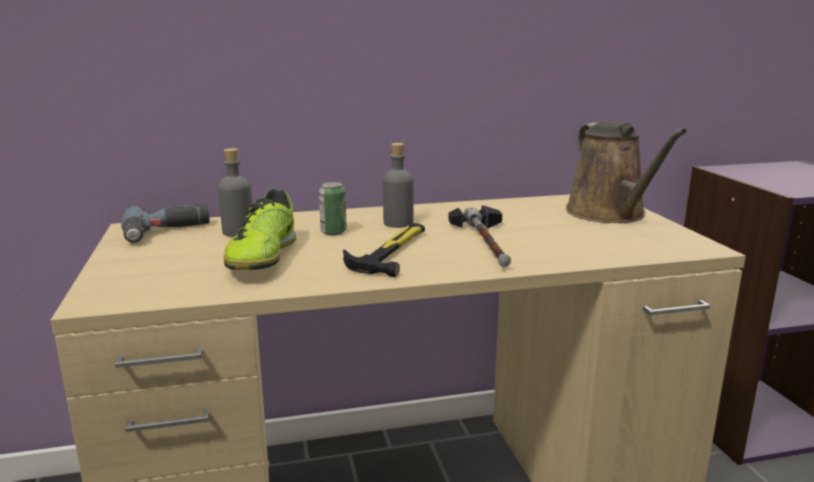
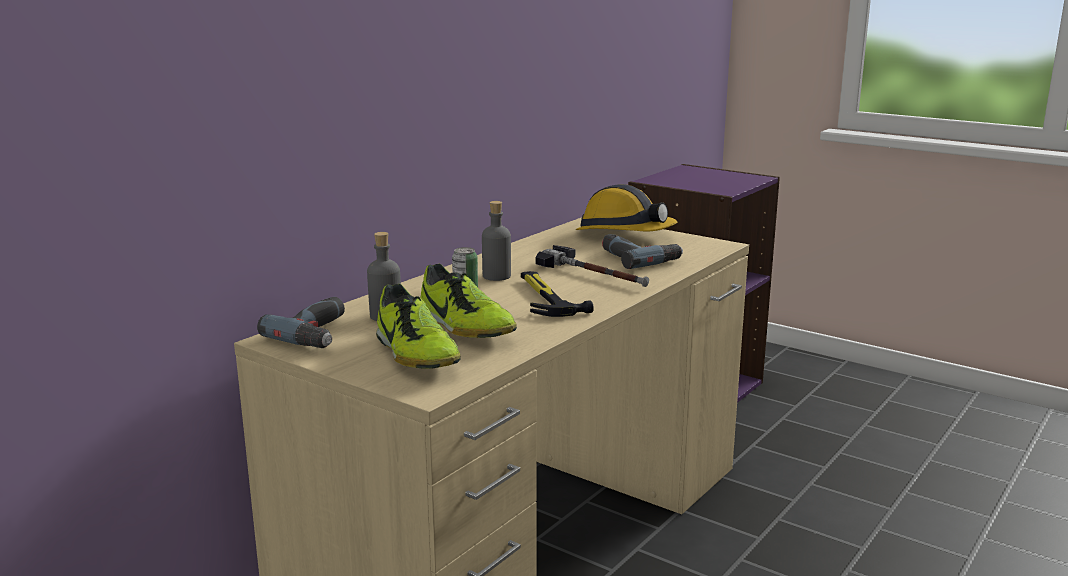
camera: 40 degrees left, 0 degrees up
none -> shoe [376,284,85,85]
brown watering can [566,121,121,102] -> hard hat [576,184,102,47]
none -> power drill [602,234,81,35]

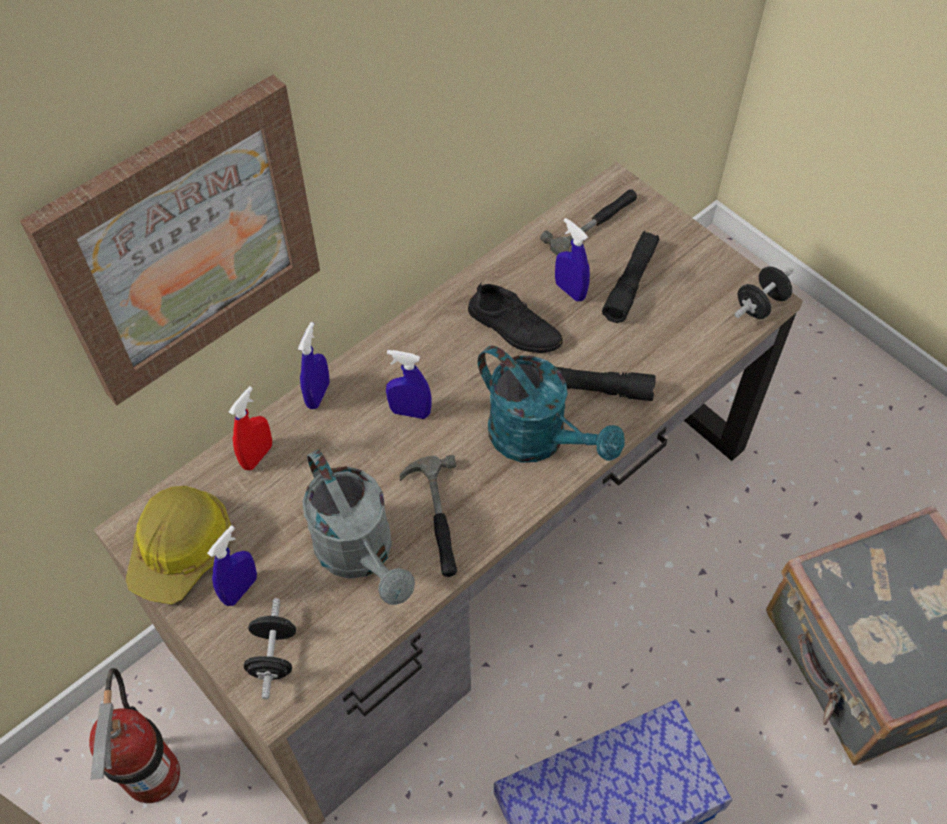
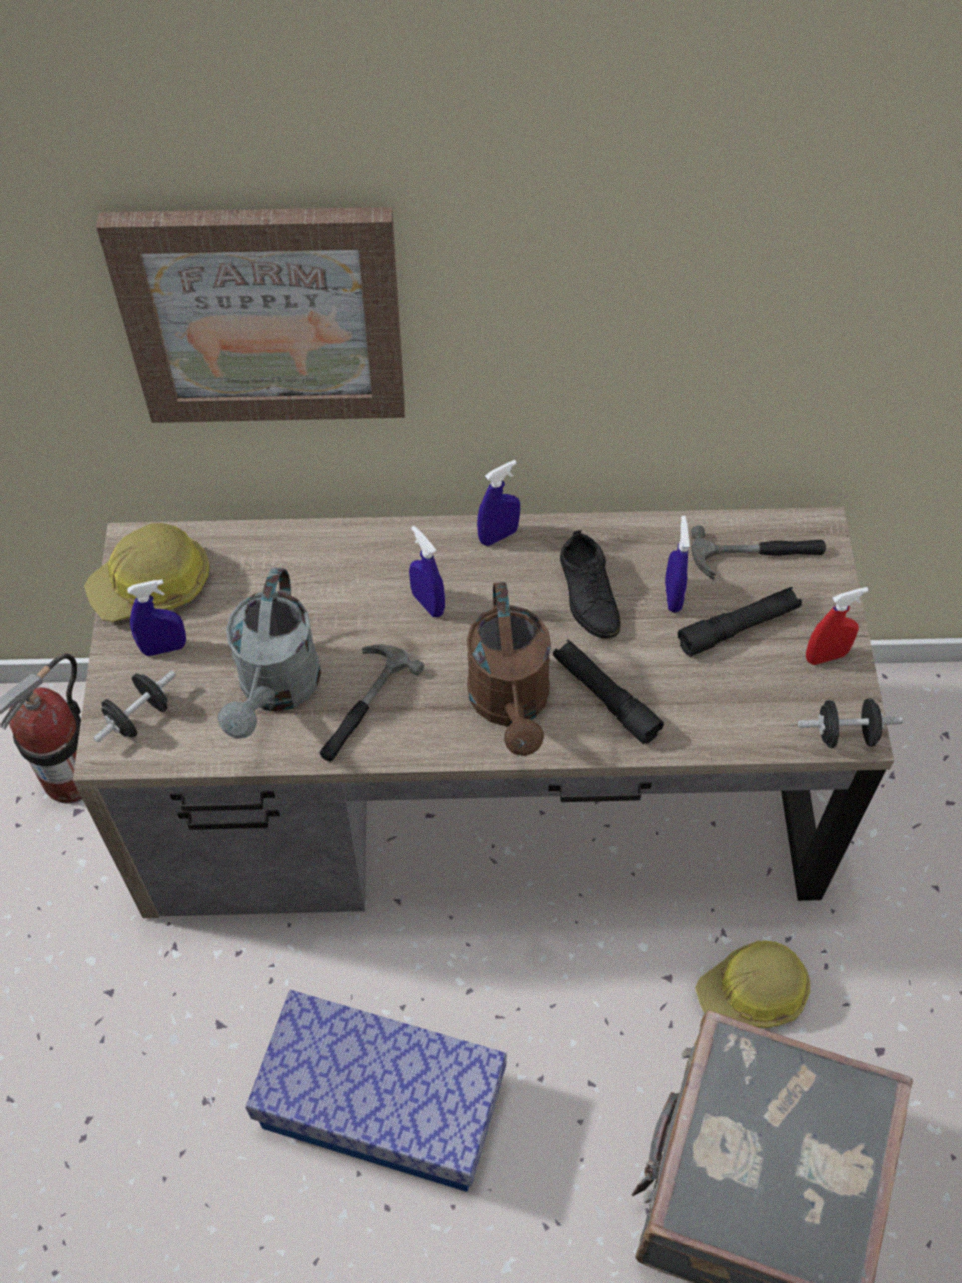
camera: 40 degrees right, 0 degrees up
turquoise watering can [478,345,146,118] -> brown watering can [467,582,84,174]
blue spray bottle [298,322,31,87] -> blue spray bottle [477,460,43,86], moved
none -> hard hat [695,941,115,87]
red spray bottle [229,386,43,84] -> red spray bottle [806,587,63,78], moved

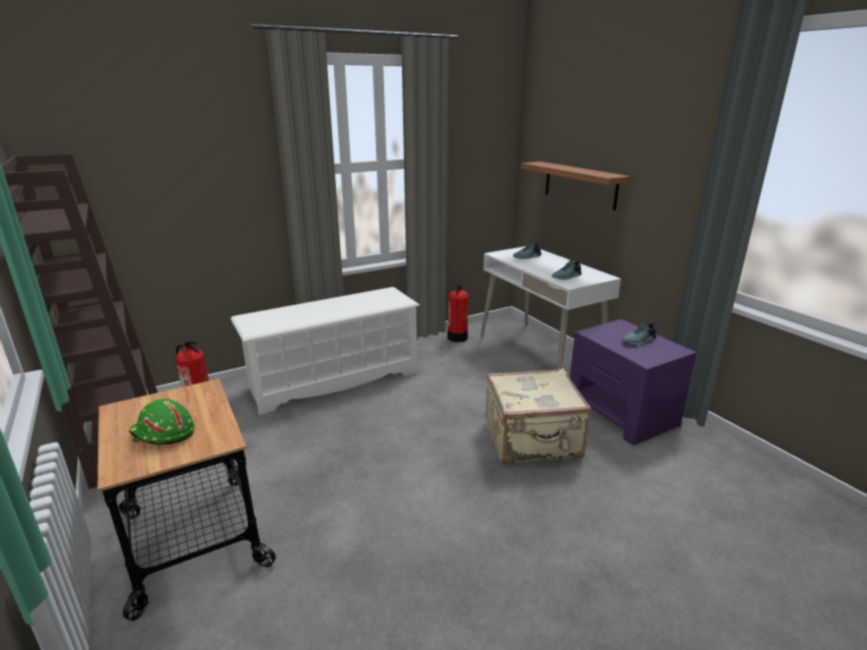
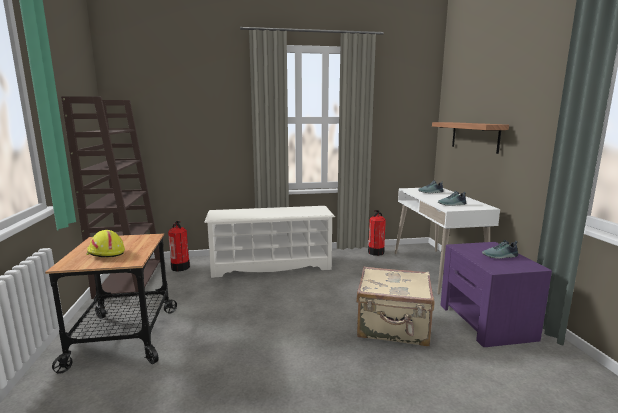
camera: 20 degrees right, 10 degrees down
green hard hat [129,399,66,46] -> yellow hard hat [86,230,39,27]

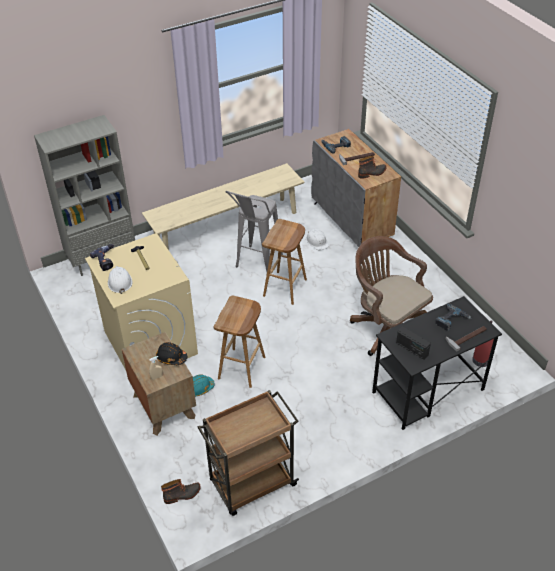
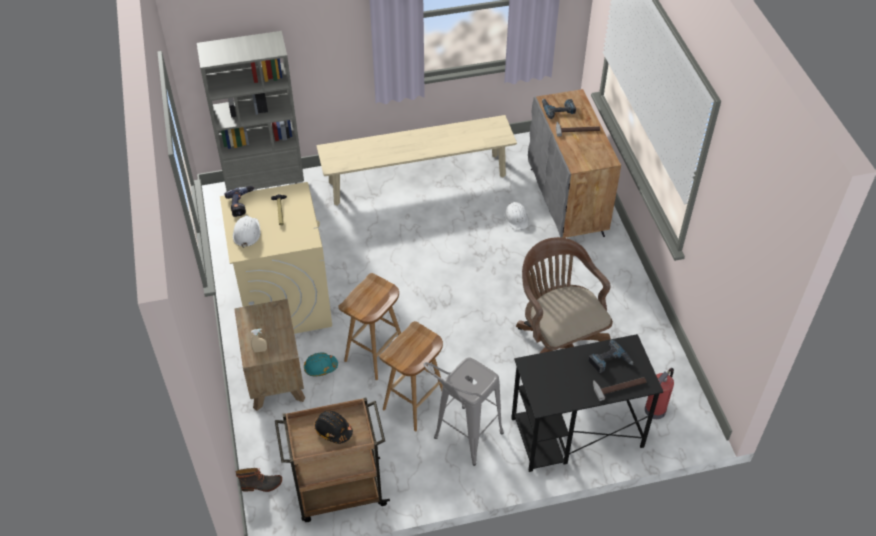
camera: 15 degrees right, 5 degrees up
black hard hat [156,342,31,23] -> black hard hat [314,411,39,33], moved
brown stool [262,219,45,86] -> brown stool [379,321,64,110], moved
grey stool [226,191,57,81] -> grey stool [423,357,81,109], moved
boot [358,156,29,23] -> none
radio [396,326,35,34] -> none

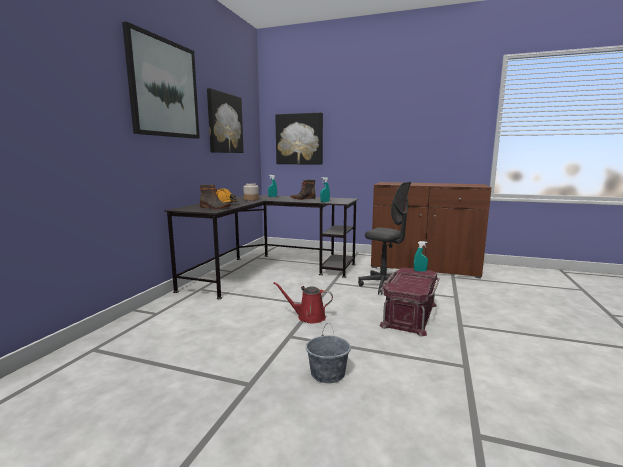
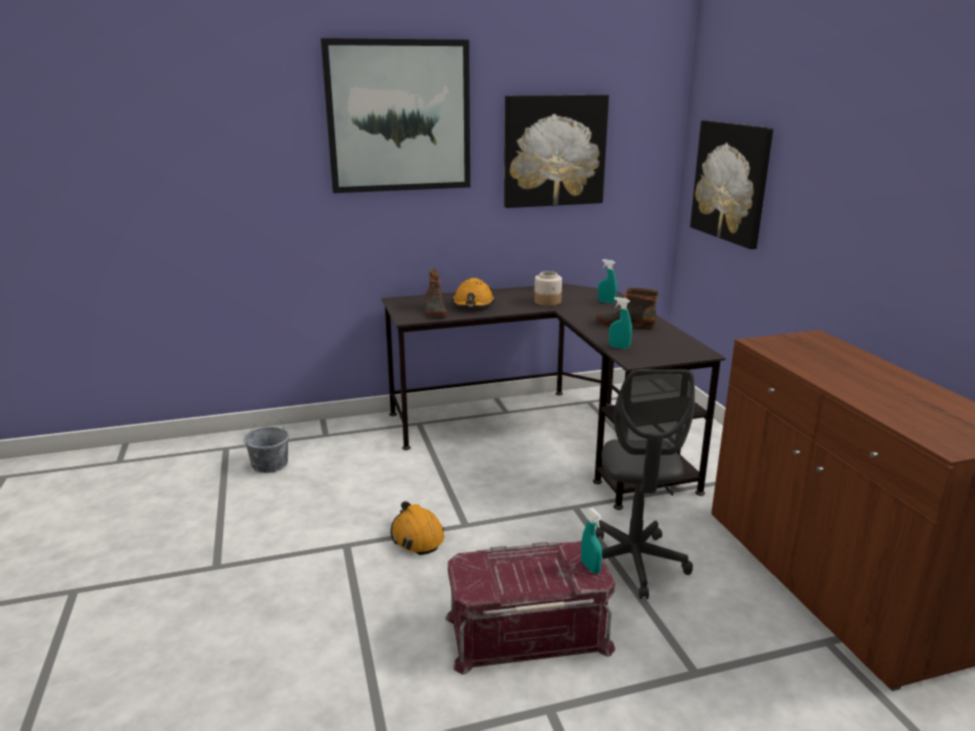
camera: 55 degrees right, 10 degrees up
grey bucket [306,323,45,60] -> grey bucket [243,415,47,58], moved
red watering can [273,282,60,41] -> orange hard hat [391,501,53,54]

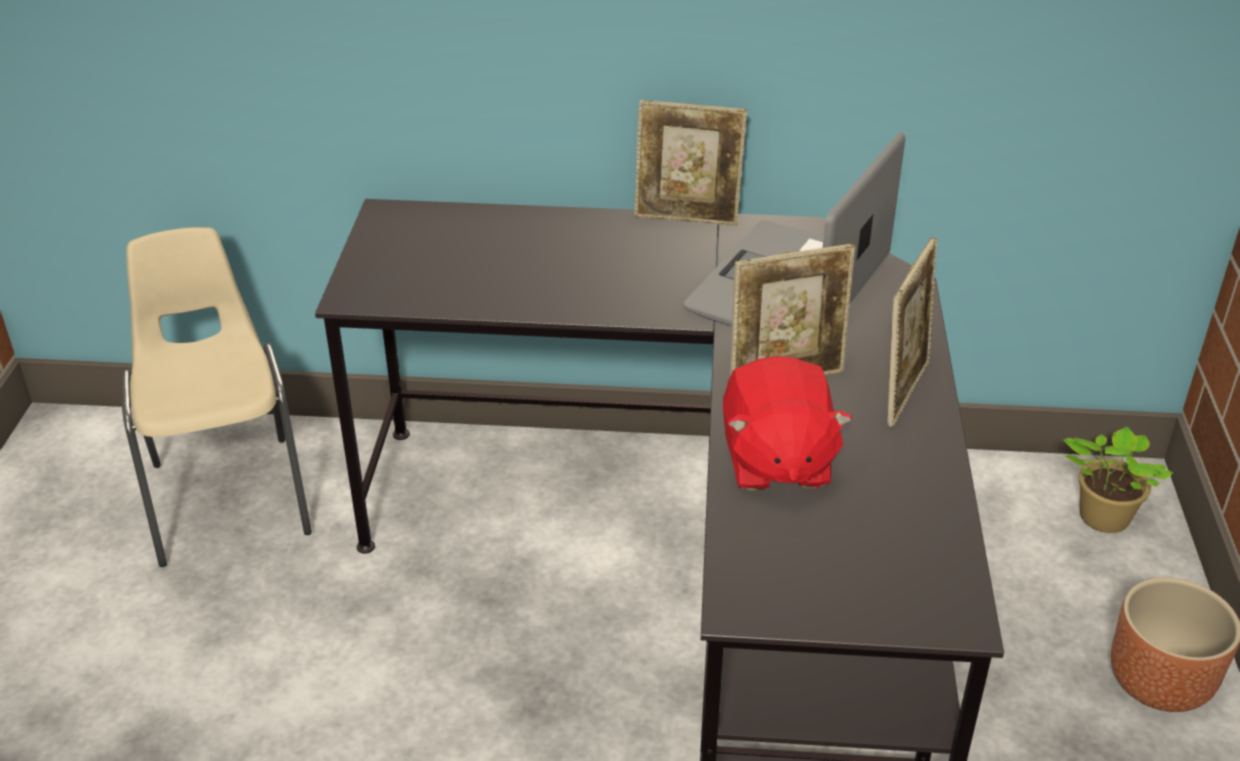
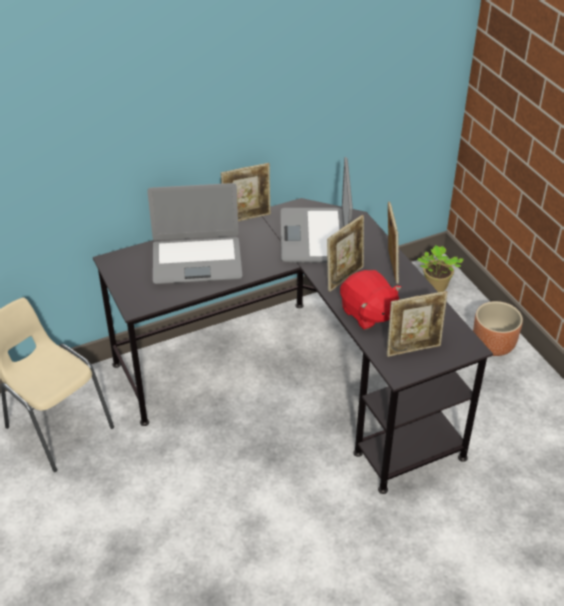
camera: 30 degrees left, 5 degrees up
none -> laptop [147,183,95,101]
none -> picture frame [387,291,61,66]

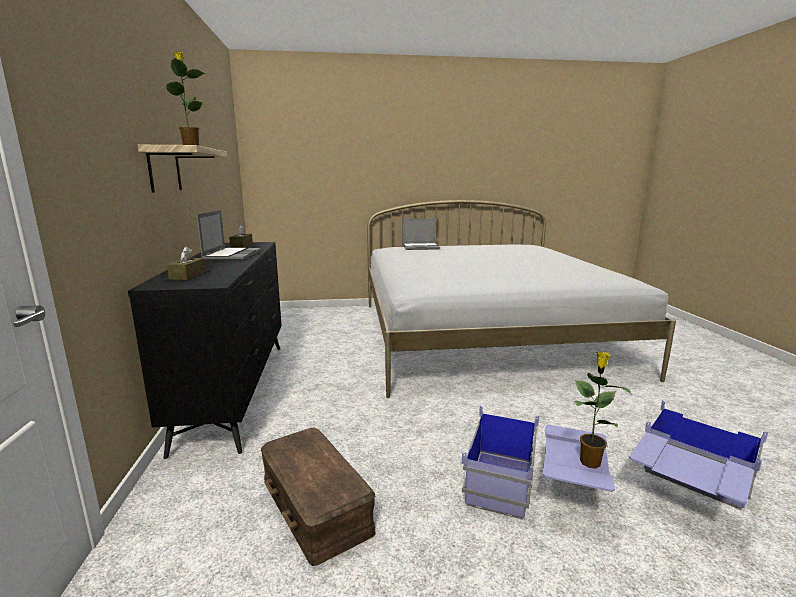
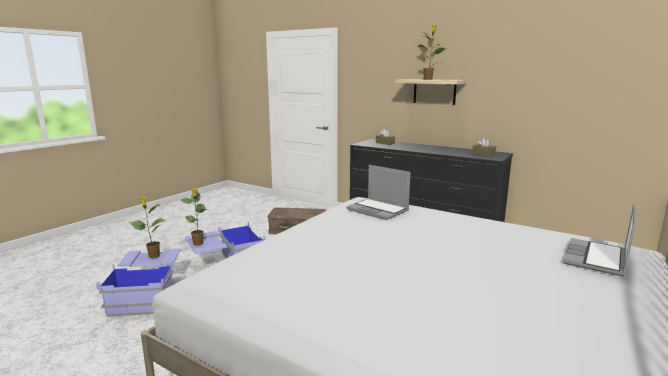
camera: 130 degrees right, 0 degrees up
none -> potted plant [130,197,35,62]
laptop [197,210,65,51] -> laptop [346,165,65,55], moved

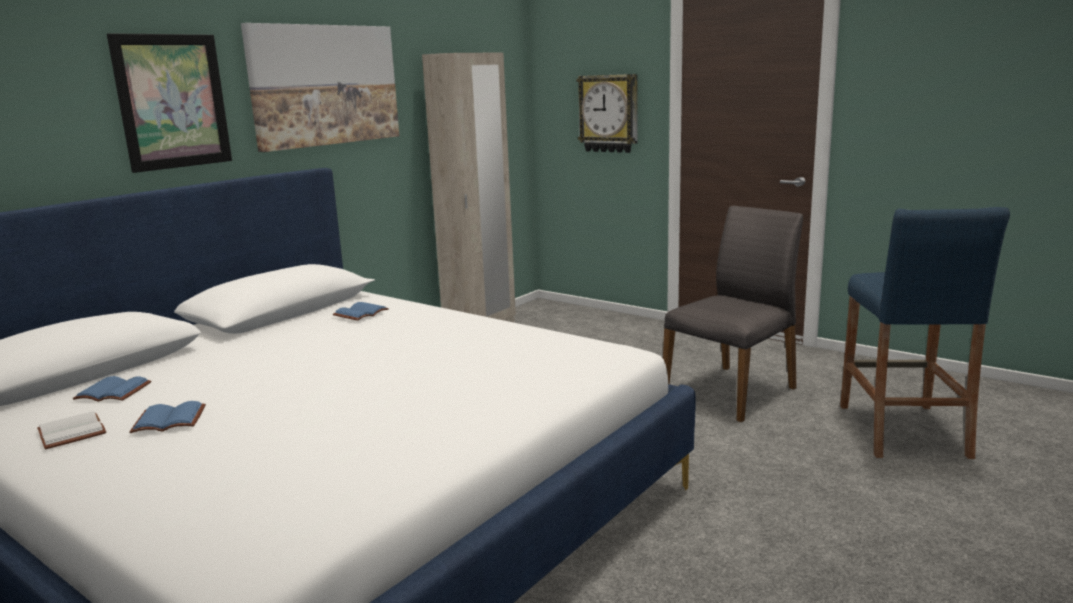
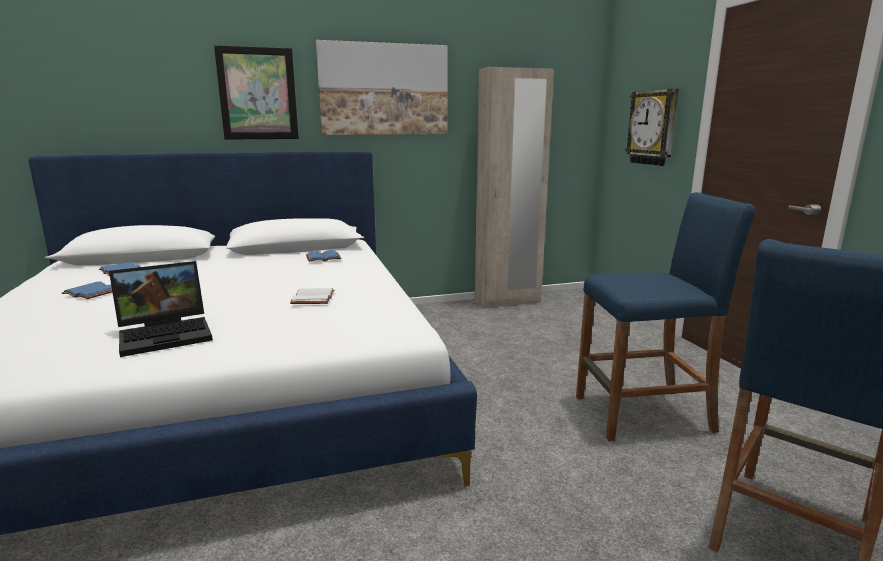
camera: 35 degrees right, 0 degrees up
none -> laptop [109,261,104,96]
white book [37,411,69,38] -> white book [290,288,45,16], moved
grey chair [663,206,140,216] -> blue stool [576,192,179,249]

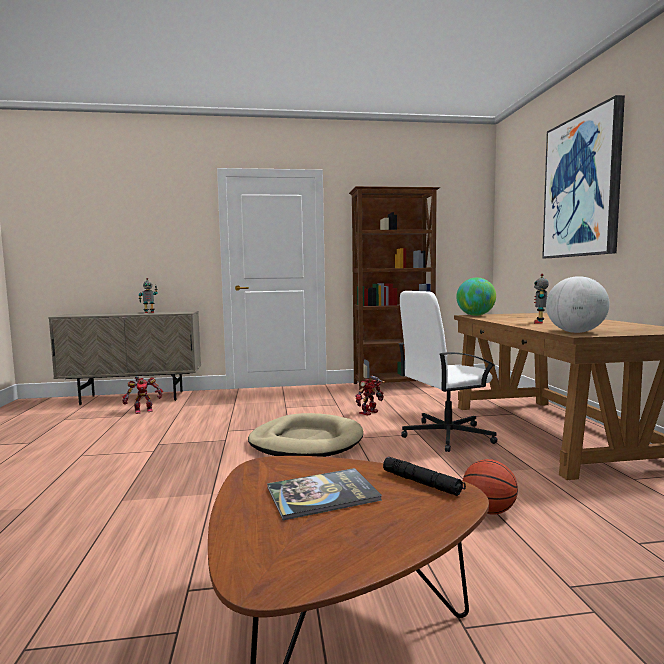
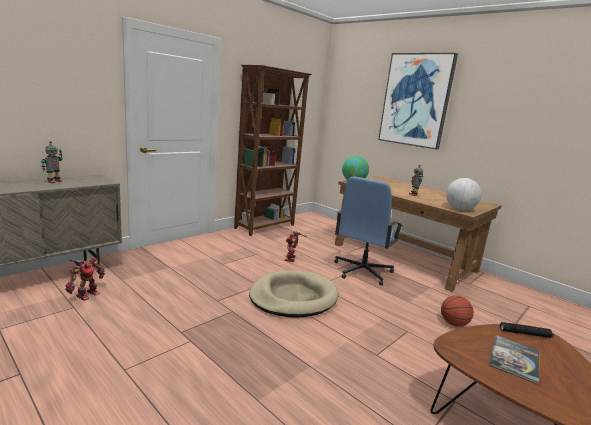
camera: 40 degrees left, 10 degrees up
white office chair [398,291,100,161] -> blue office chair [334,176,68,109]

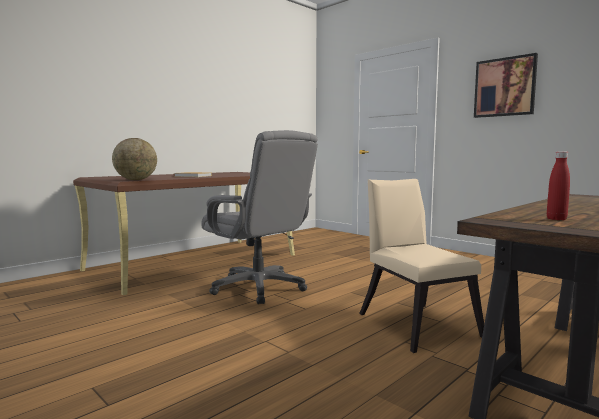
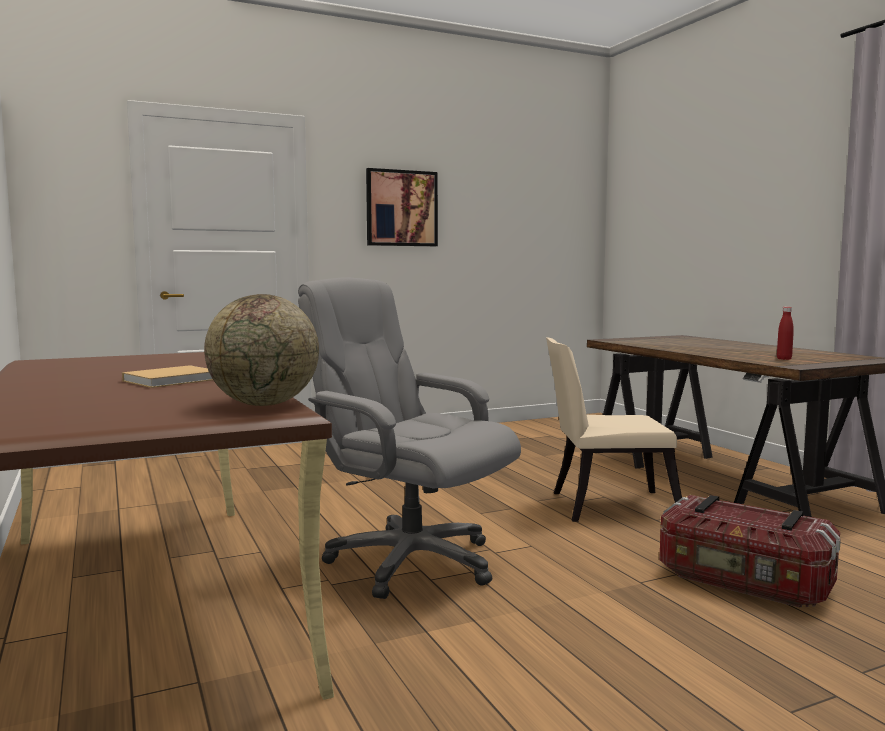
camera: 70 degrees left, 0 degrees up
grey office chair [201,130,117,174] -> grey office chair [298,277,223,322], 120 degrees counterclockwise
none -> storage box [659,495,182,112]

